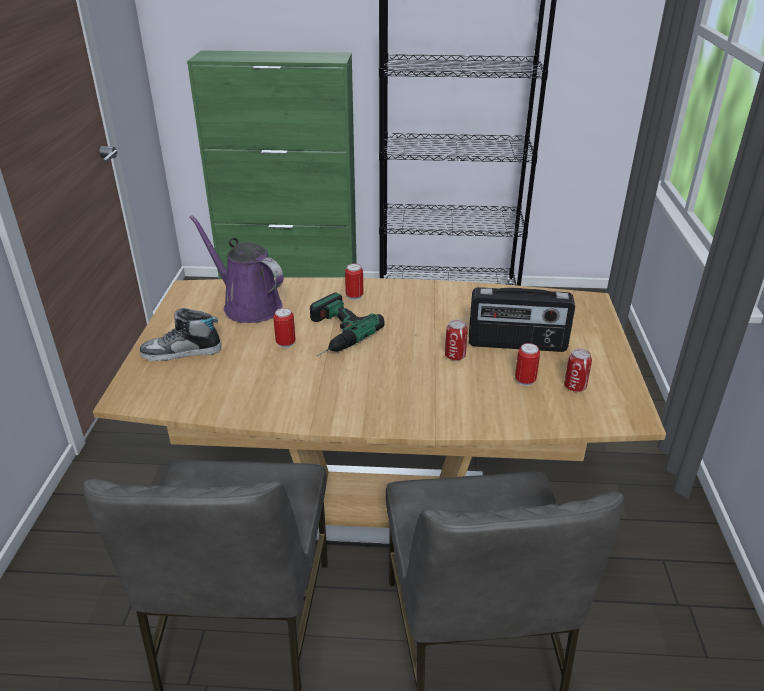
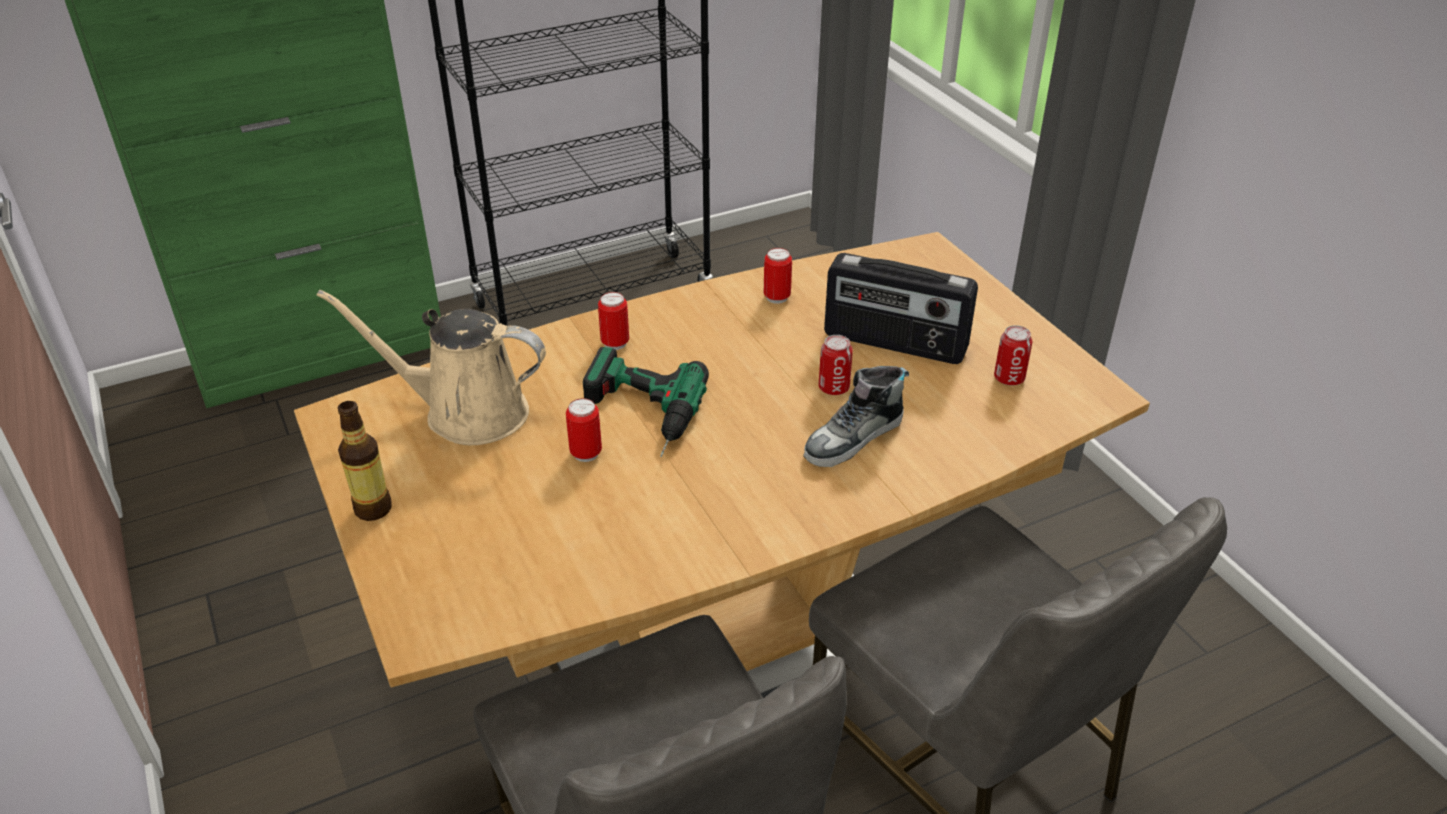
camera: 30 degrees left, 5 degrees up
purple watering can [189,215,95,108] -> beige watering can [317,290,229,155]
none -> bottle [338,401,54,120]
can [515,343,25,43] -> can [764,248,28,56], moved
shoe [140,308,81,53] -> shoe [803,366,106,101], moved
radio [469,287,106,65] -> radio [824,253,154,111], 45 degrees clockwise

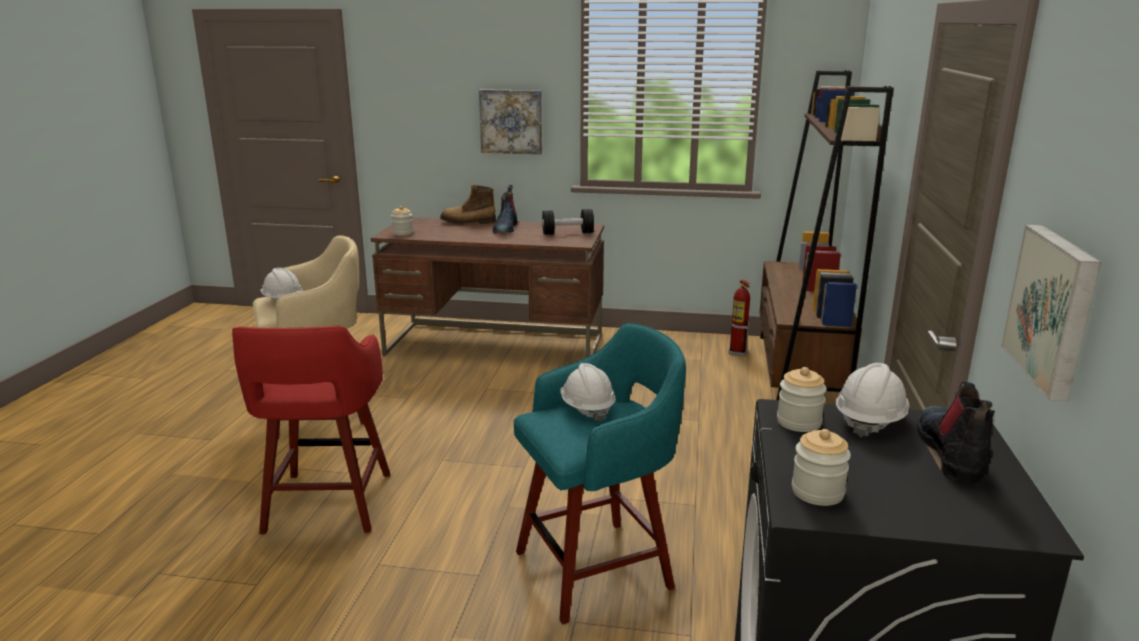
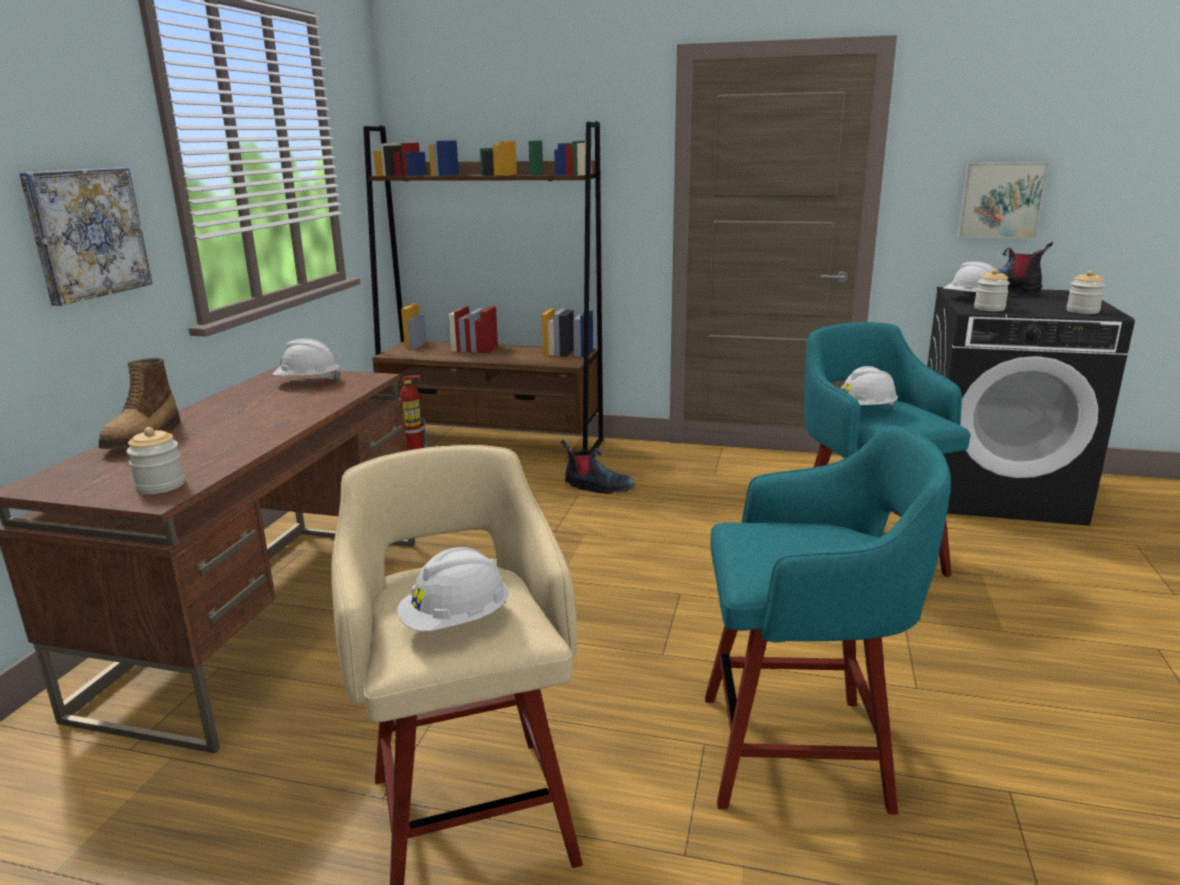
camera: 85 degrees left, 0 degrees up
black dumbbell [542,209,52,26] -> white hard hat [273,339,68,42]
boot [492,185,25,48] -> boot [561,439,74,55], moved
red stool [232,326,158,208] -> turquoise stool [705,425,246,390]

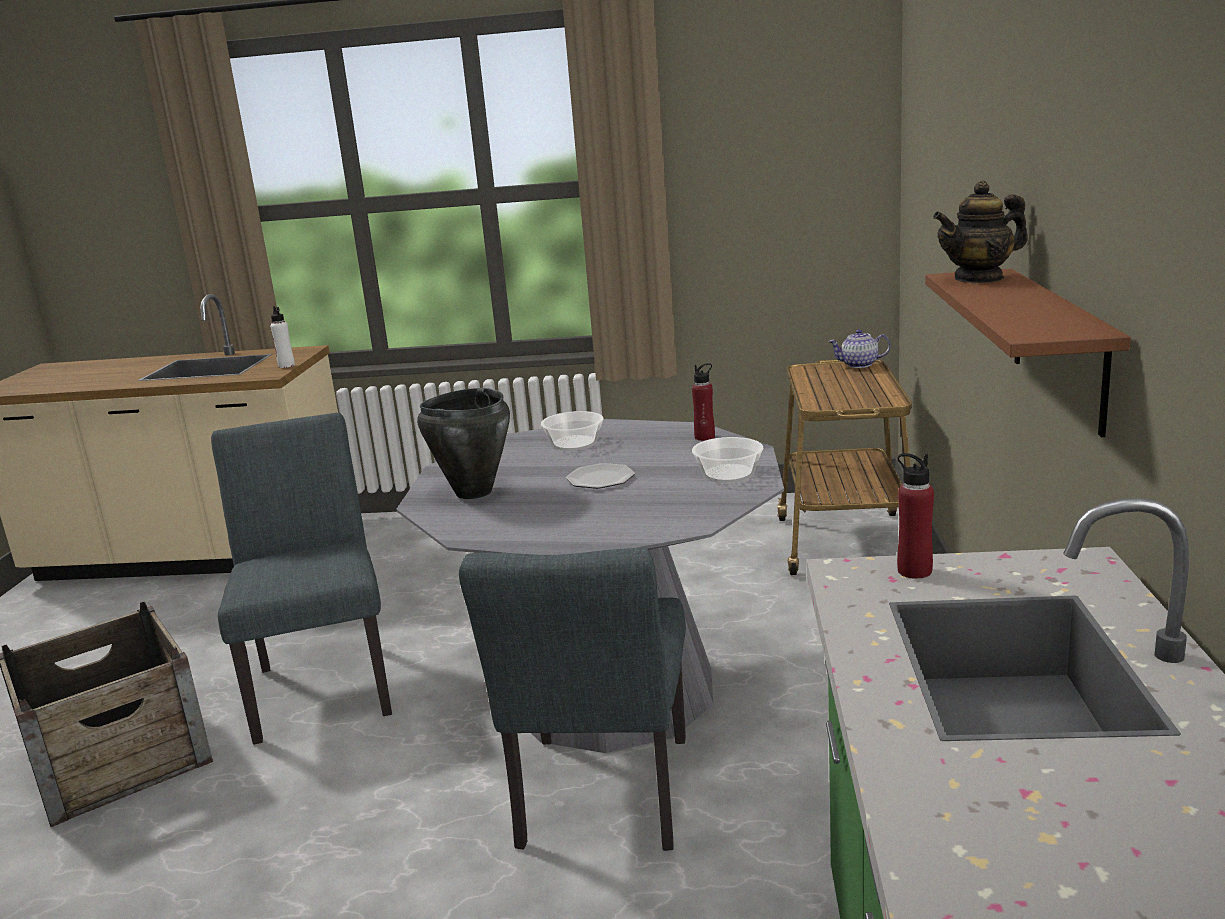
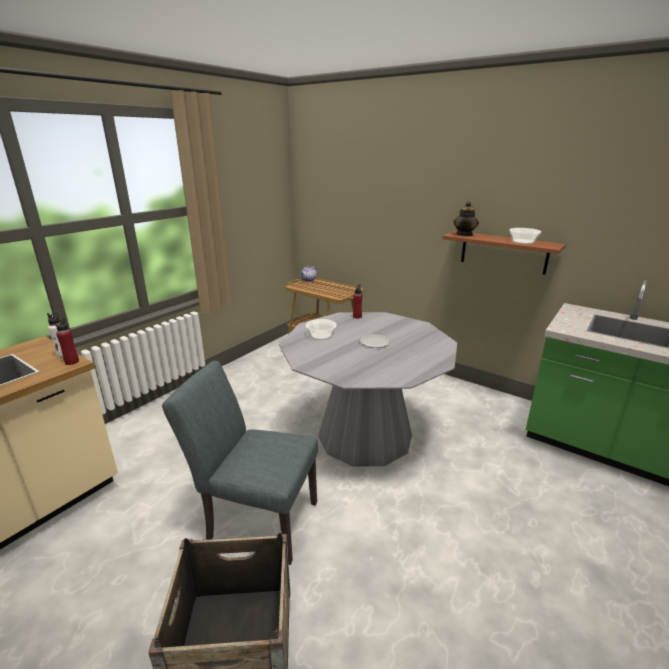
camera: 60 degrees left, 5 degrees up
red bottle [897,453,37,126] -> red bottle [53,318,26,47], moved
bowl [692,437,71,46] -> bowl [510,228,31,16], moved
black cooking pot [417,388,93,111] -> none
grey chair [459,548,227,303] -> none

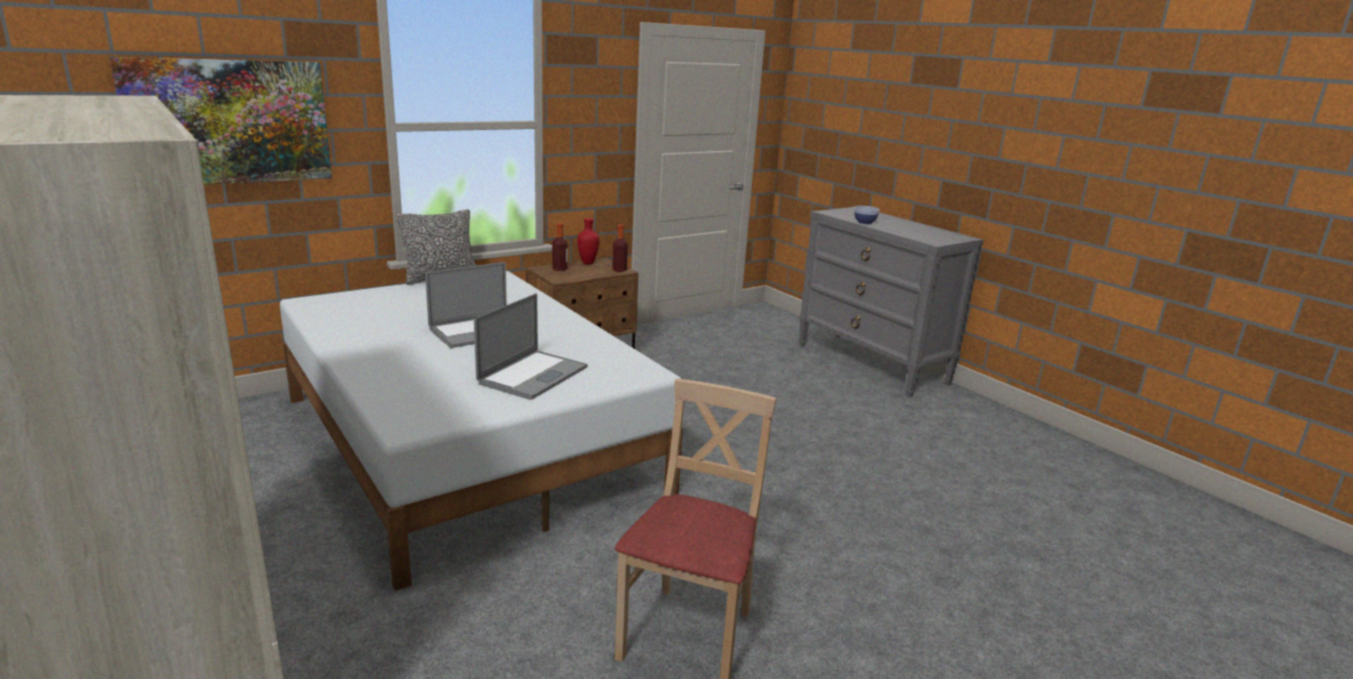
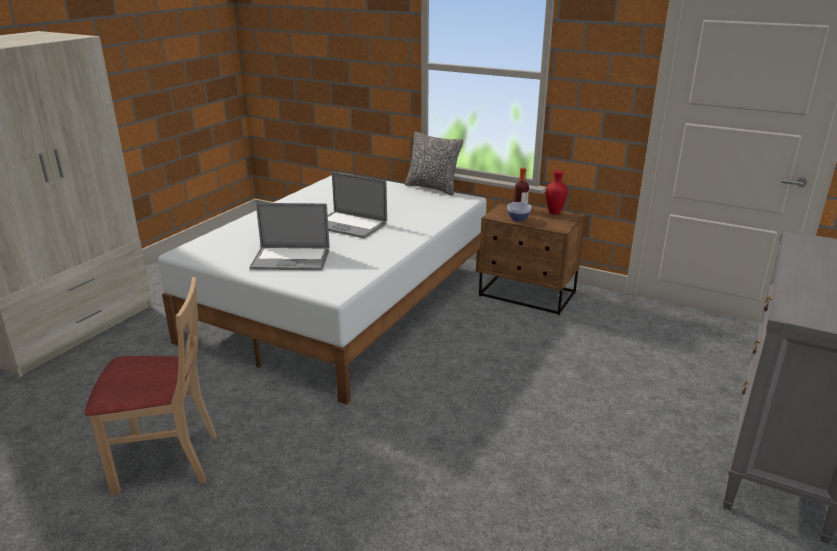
camera: 65 degrees right, 5 degrees up
bowl [854,206,26,18] -> bowl [508,202,23,20], moved
picture [110,57,222,128] -> none
bottle [612,225,16,47] -> none

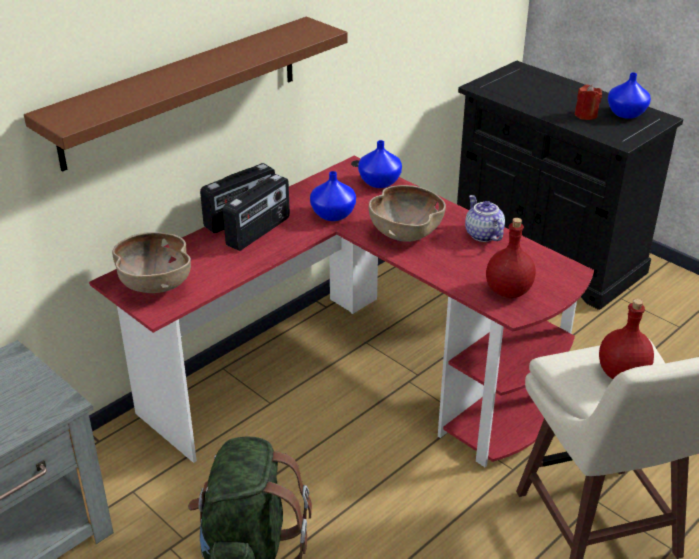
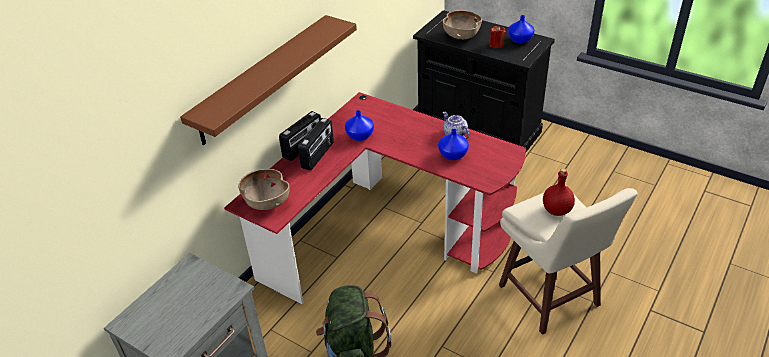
camera: 10 degrees left, 5 degrees up
blue vase [358,140,44,48] -> blue vase [438,129,31,31], moved
brown bowl [369,185,77,57] -> brown bowl [443,10,39,29], moved
red bottle [486,218,50,80] -> none

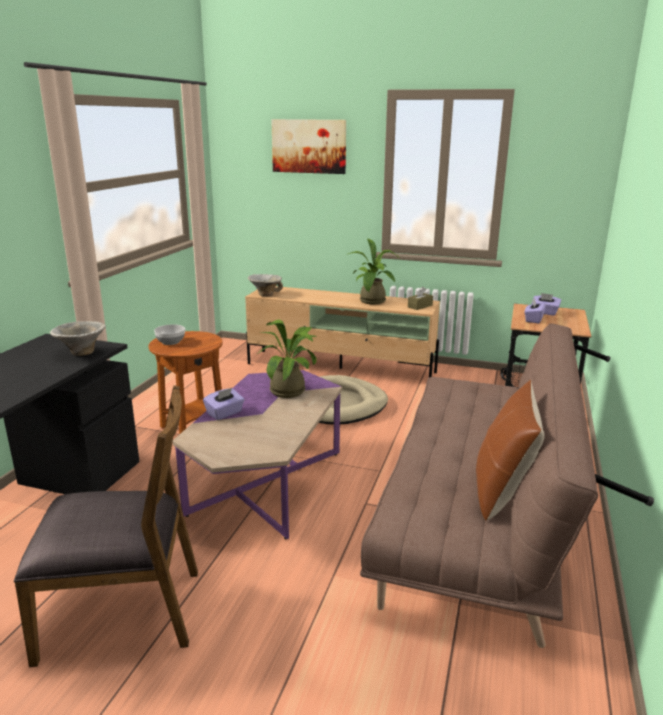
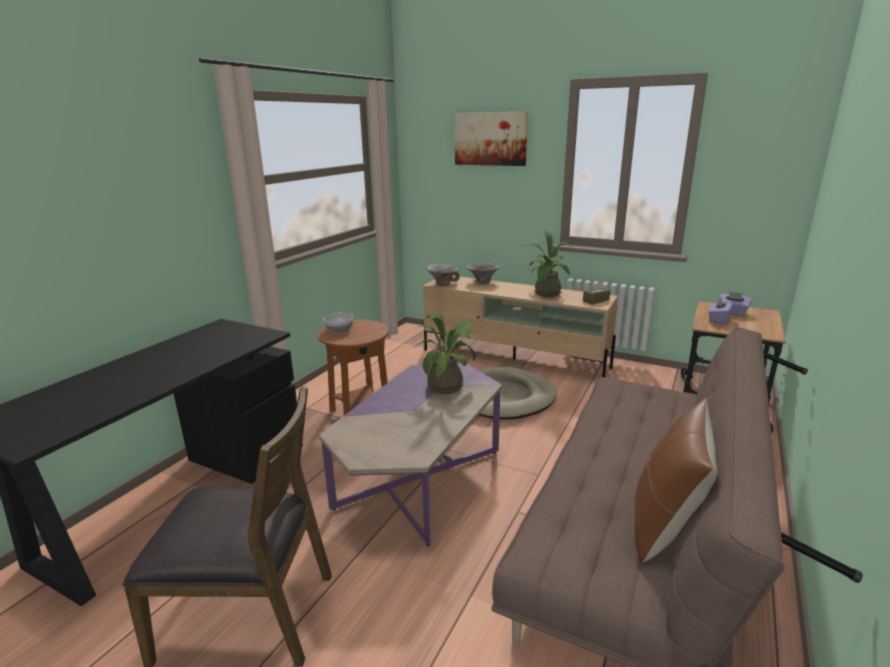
camera: 10 degrees right, 0 degrees up
bowl [50,321,56,35] -> bowl [466,263,34,21], moved
purple tissue box [203,388,41,32] -> none

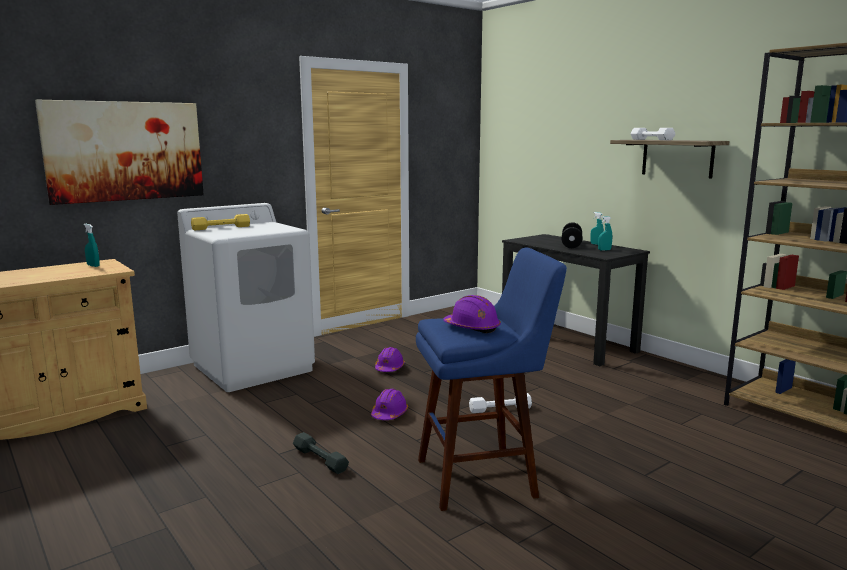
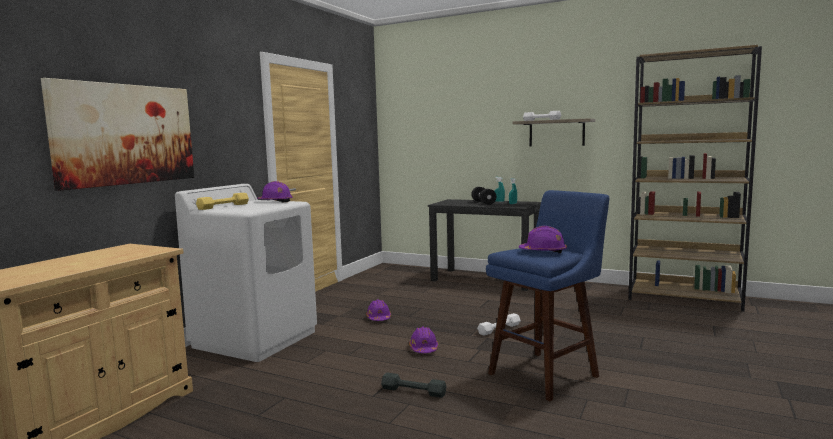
camera: 25 degrees left, 5 degrees down
none -> purple hard hat [257,181,36,22]
turquoise spray bottle [84,224,16,43] -> none

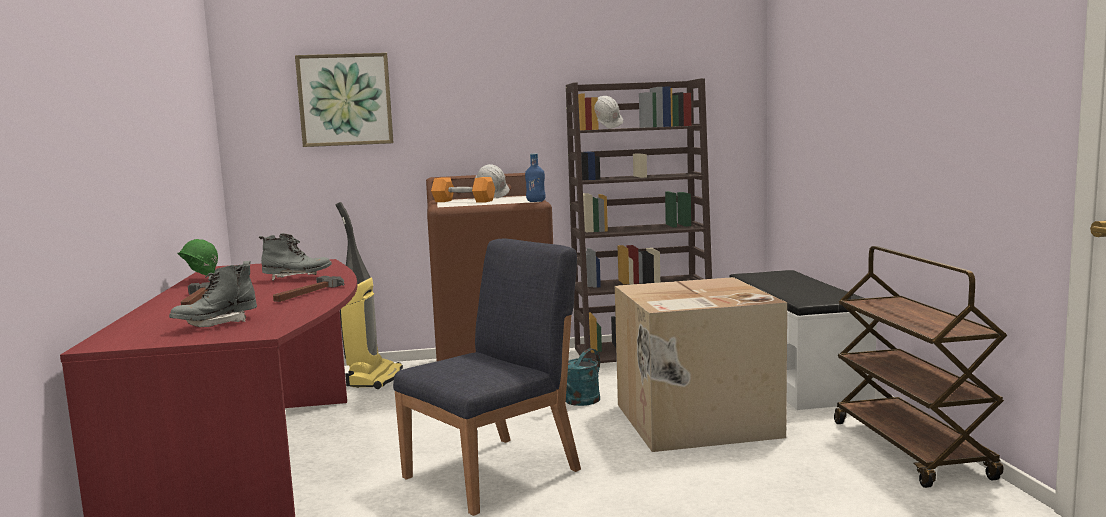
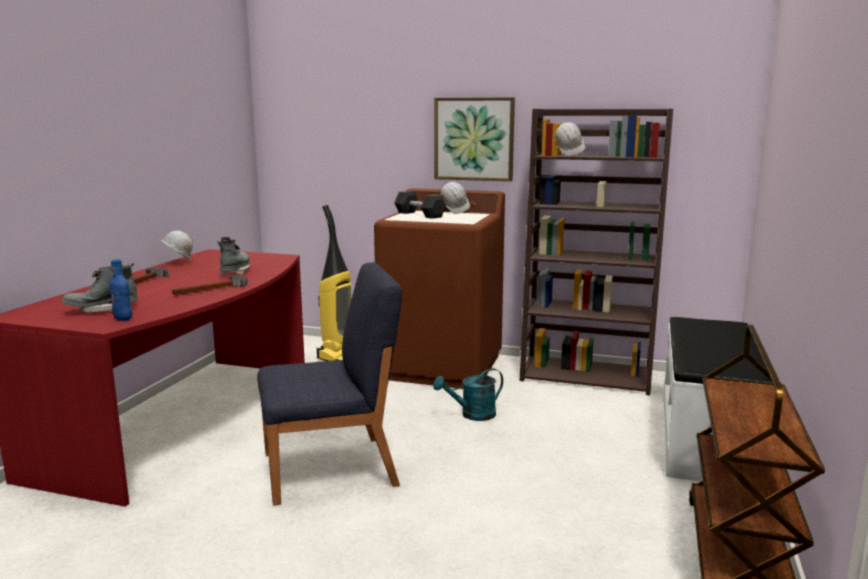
camera: 25 degrees right, 5 degrees up
blue bottle [525,153,20,49] -> blue bottle [109,259,23,62], moved
green hard hat [177,239,41,37] -> white hard hat [161,231,32,30]
grey boot [259,233,73,48] -> grey boot [217,237,35,38], 105 degrees counterclockwise
orange dumbbell [431,177,64,25] -> grey dumbbell [394,191,52,28]
picture [295,53,99,94] -> picture [434,97,81,84], moved
cardboard box [615,277,172,175] -> none

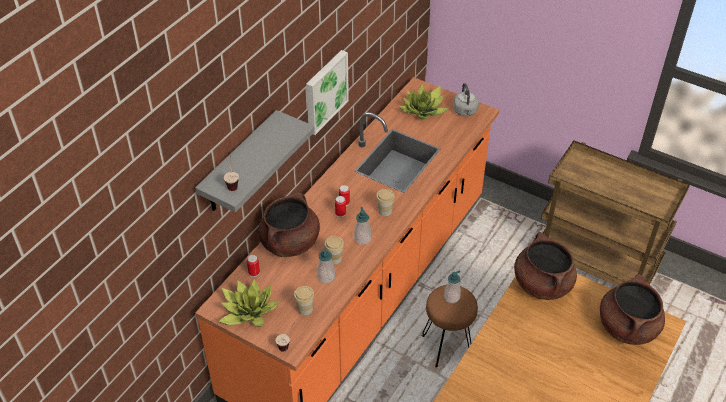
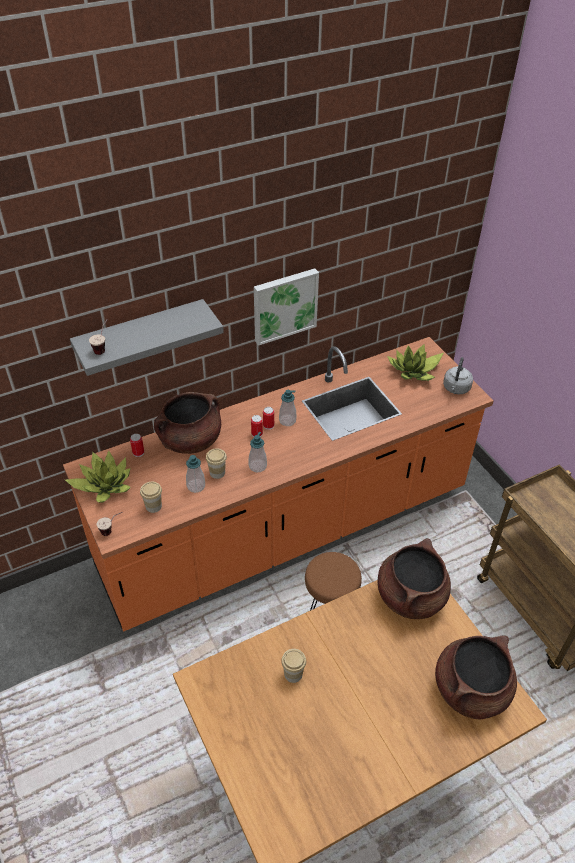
camera: 30 degrees right, 0 degrees up
soap dispenser [444,270,17,33] -> soap dispenser [279,390,17,36], moved
cup [376,189,19,27] -> cup [281,649,25,34], moved

